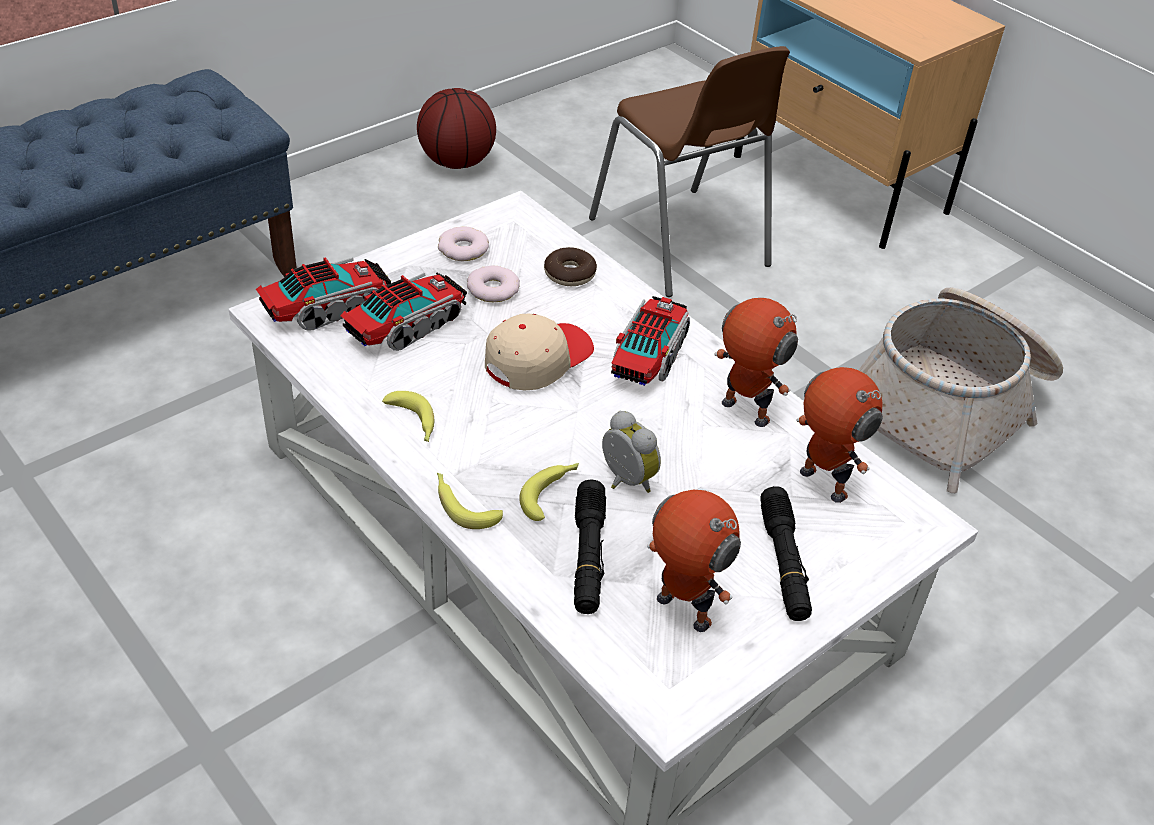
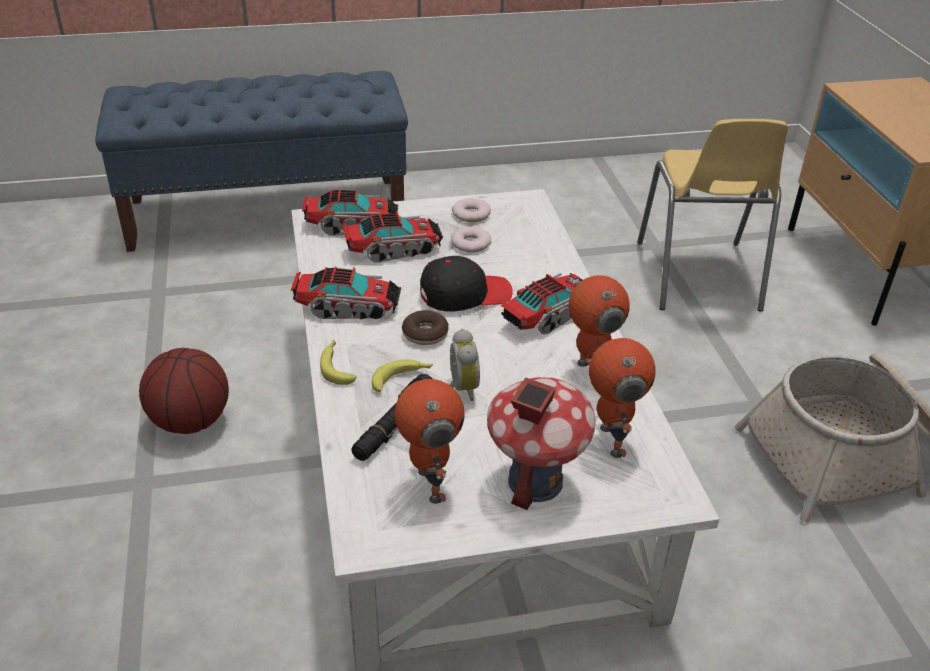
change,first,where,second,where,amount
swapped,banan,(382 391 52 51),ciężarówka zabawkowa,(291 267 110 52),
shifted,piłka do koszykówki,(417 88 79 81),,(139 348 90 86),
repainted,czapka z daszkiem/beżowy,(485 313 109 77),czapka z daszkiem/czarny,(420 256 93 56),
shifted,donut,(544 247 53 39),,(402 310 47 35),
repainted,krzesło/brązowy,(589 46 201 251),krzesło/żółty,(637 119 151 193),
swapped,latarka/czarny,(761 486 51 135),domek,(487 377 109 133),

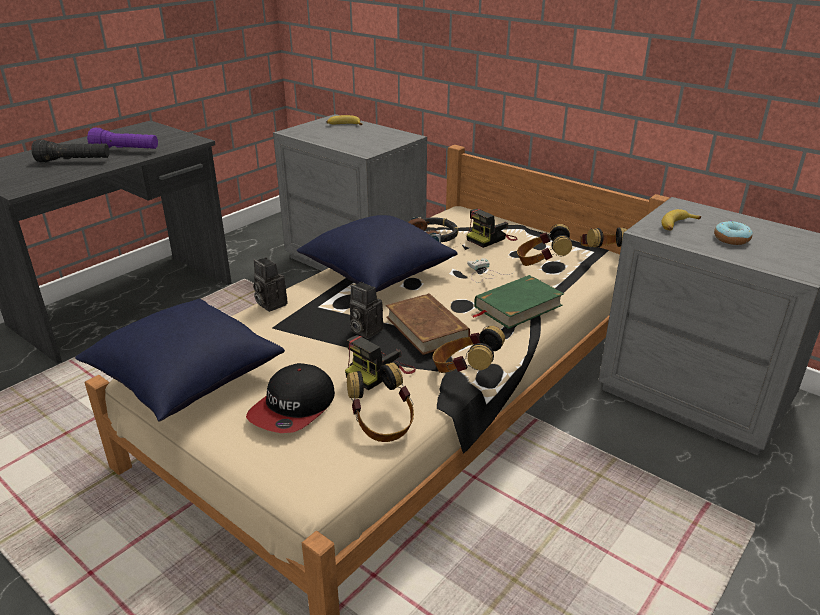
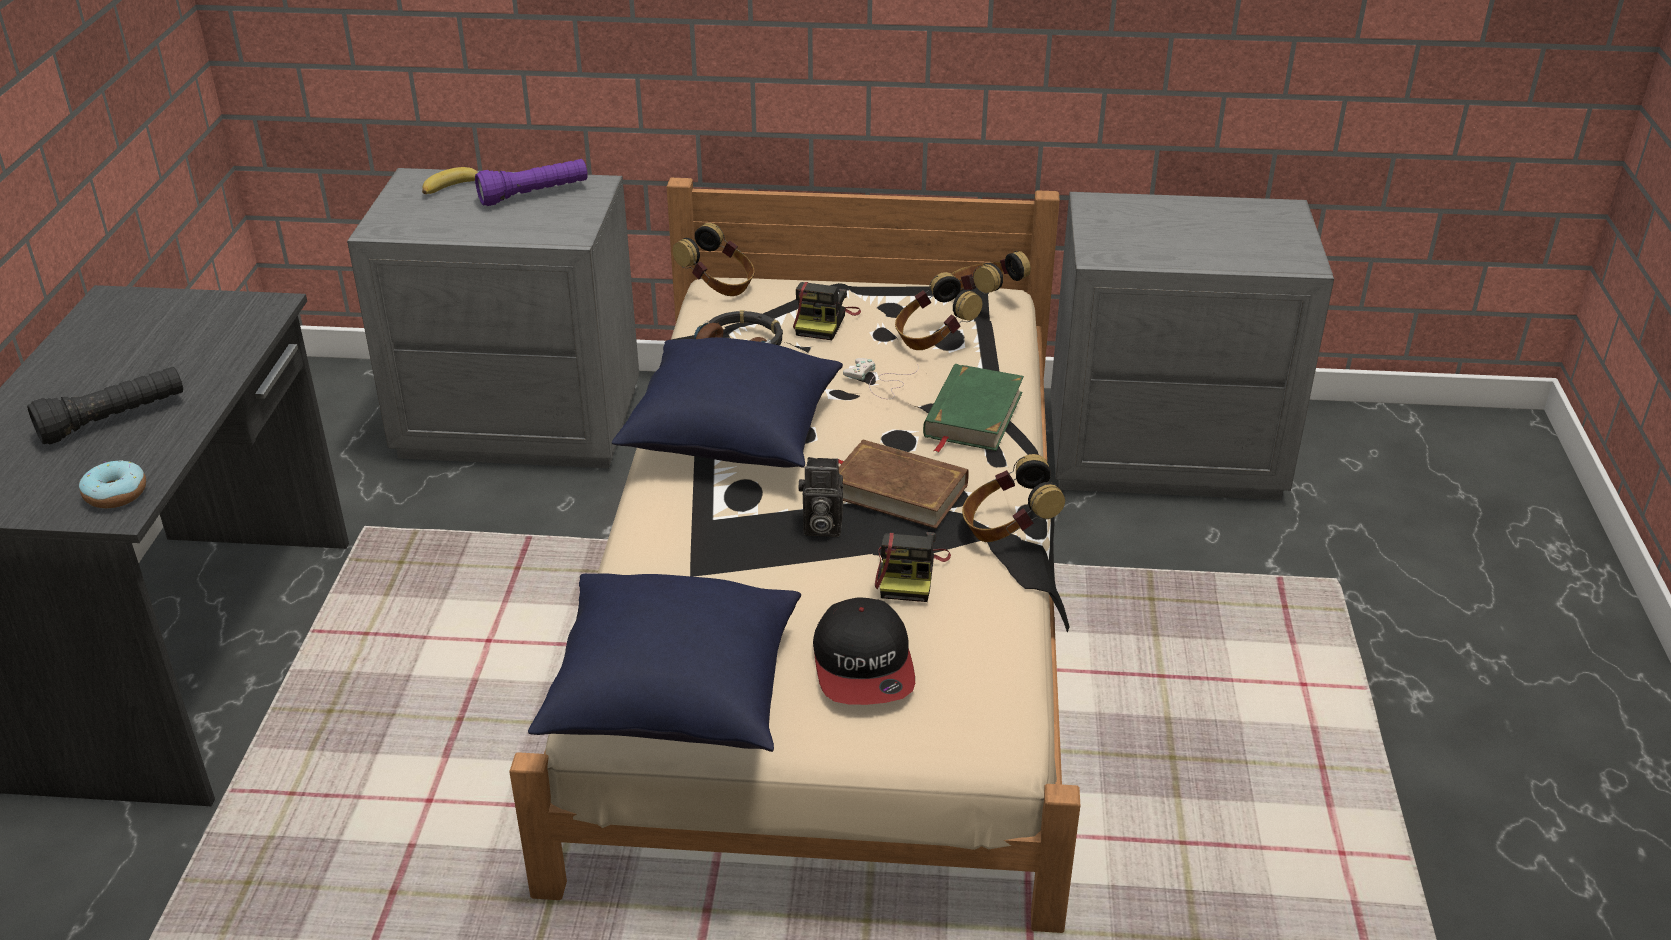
change,first,where,second,where,amount
shifted,latarka/fioletowy,(87 128 71 21),,(475 159 113 47),
gone,aparat fotograficzny,(253 258 35 54),,,
shifted,słuchawki,(347 362 67 80),,(673 223 82 73),
gone,banan,(661 209 40 22),,,
shifted,donut,(714 220 39 25),,(79 460 67 48),

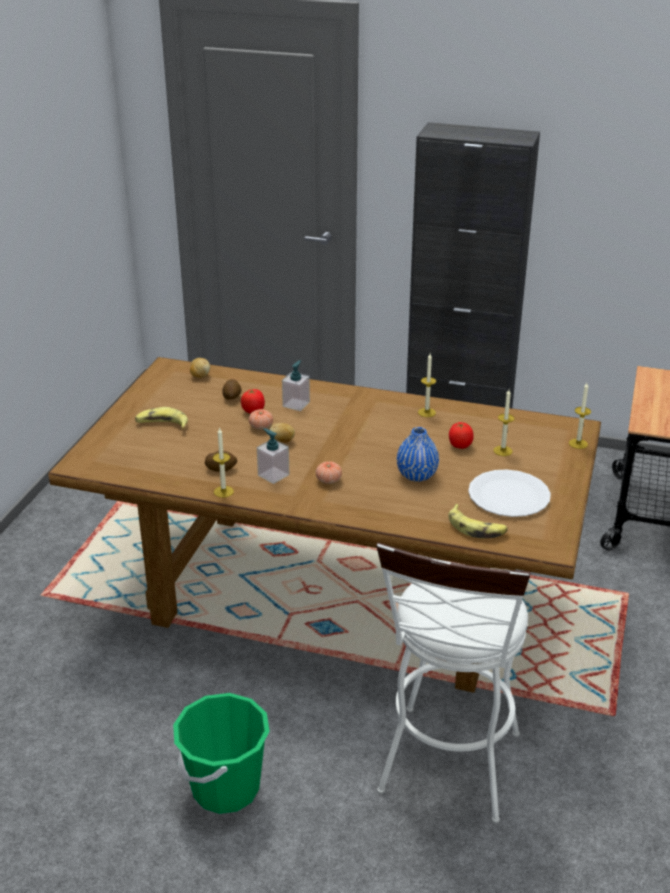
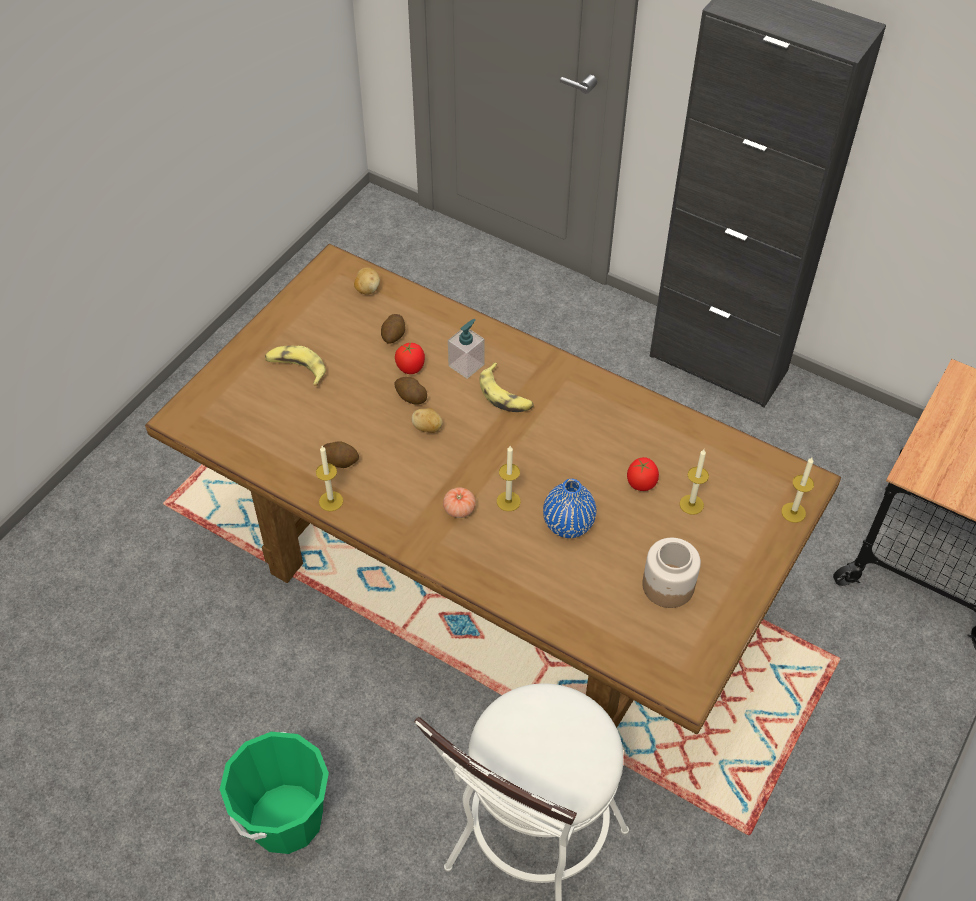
change,first,where,second,where,amount
swapped,pomidor,(249 409 24 21),ziemniak,(395 377 32 28),
gone,dozownik mydła,(257 428 33 56),,,
shifted,świeca,(418 354 18 63),,(497 446 24 65),
shifted,banan,(448 504 60 34),,(479 362 55 50),
swapped,talerz/biały,(468 469 83 48),słoik,(642 538 59 70),

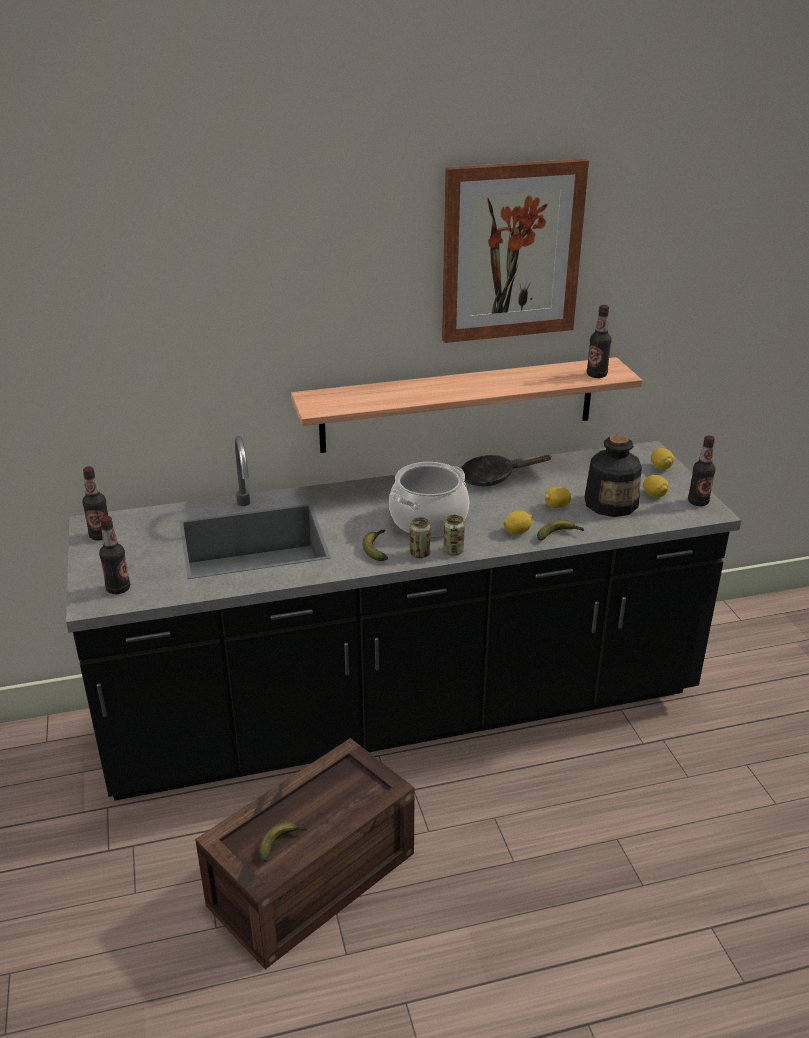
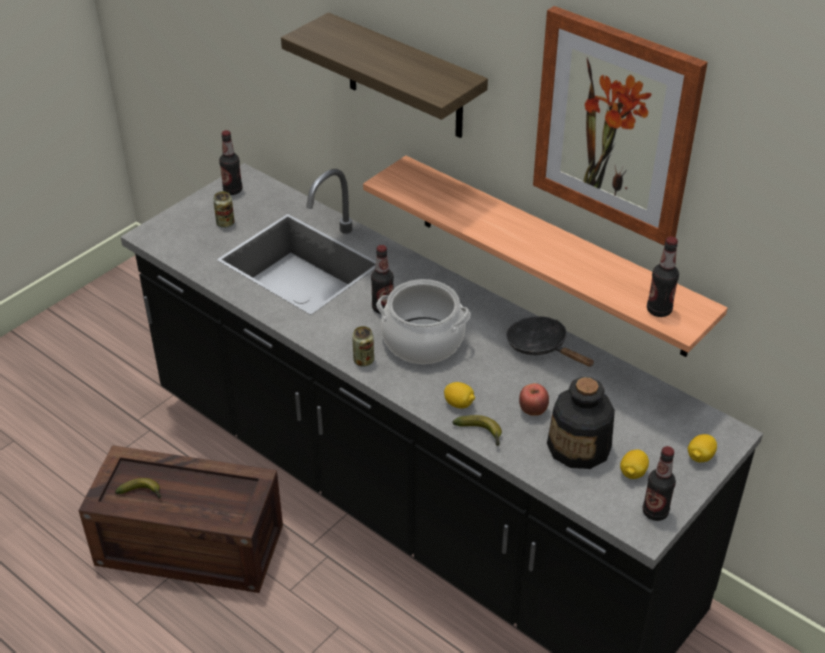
change,first,where,second,where,amount
shifted,butelka,(99 516 31 78),,(371 245 23 69),
gone,banan,(362 530 26 31),,,
shifted,puszka,(443 515 22 41),,(213 191 22 37),
swapped,cytryna,(545 487 27 21),jabłko,(519 383 30 33),
new,,,półka,(281 12 207 126),

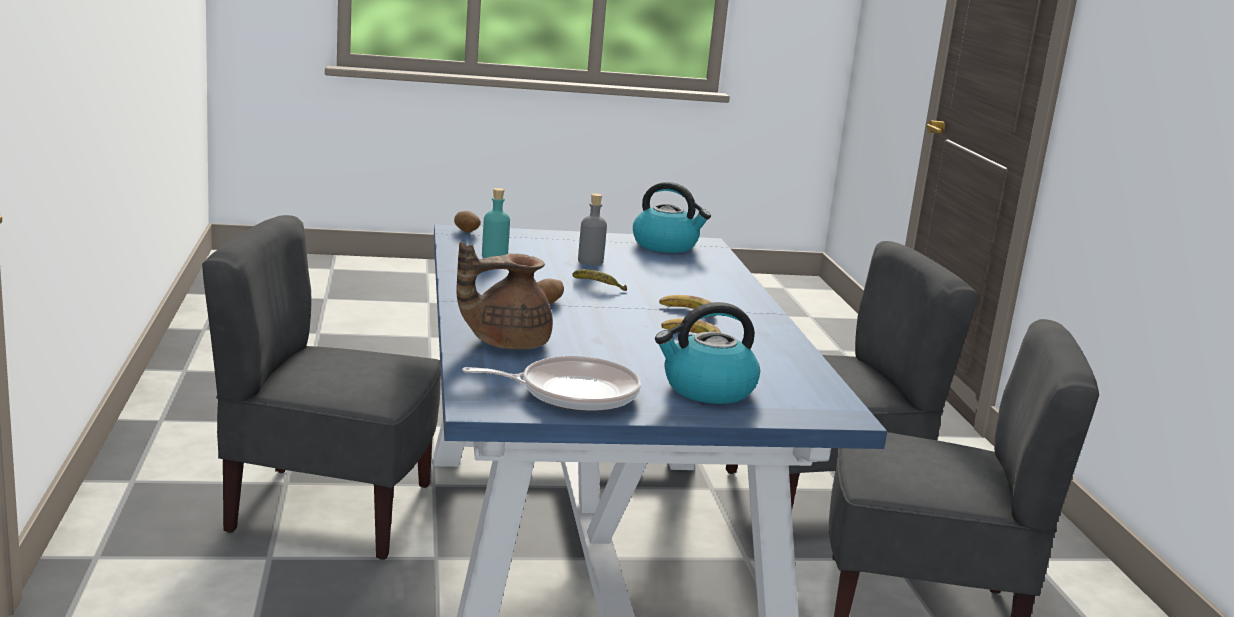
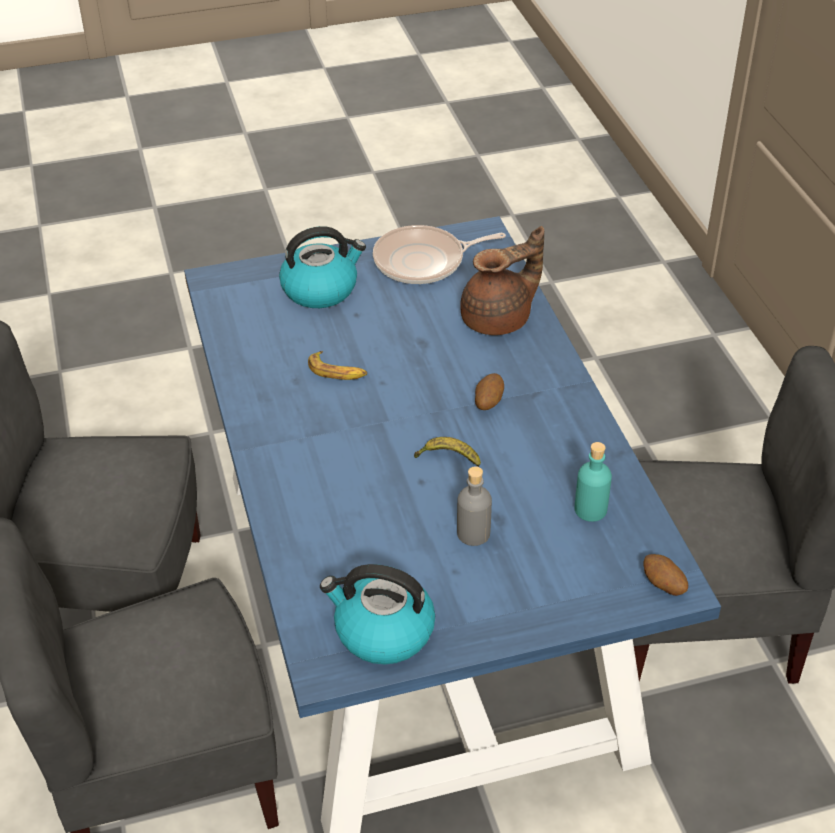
change,first,where,second,where,amount
gone,banan,(659 295 54 22),,,

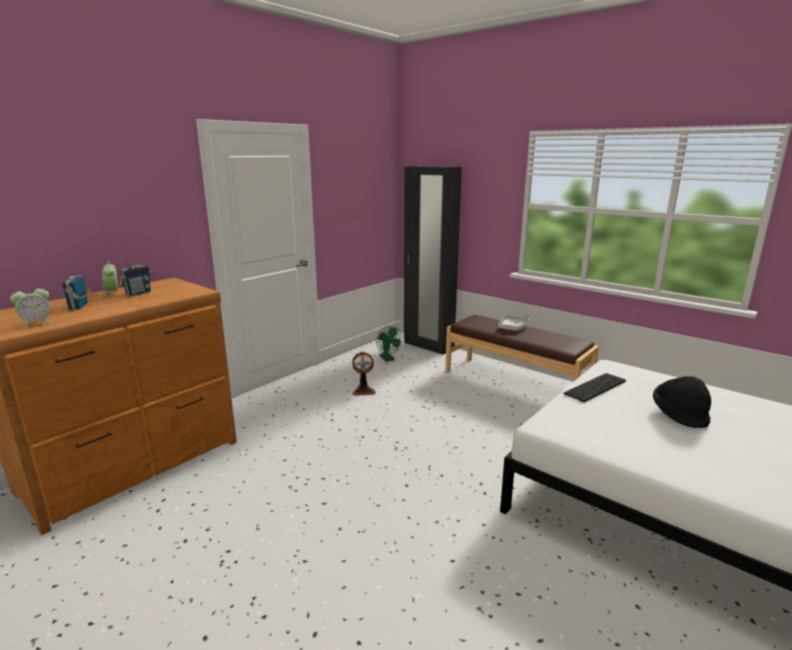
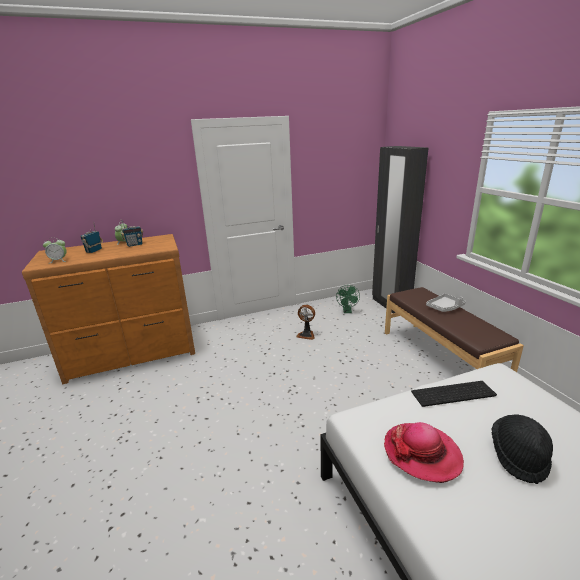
change,first,where,second,where,amount
new,,,kapelusz,(384 422 80 61),

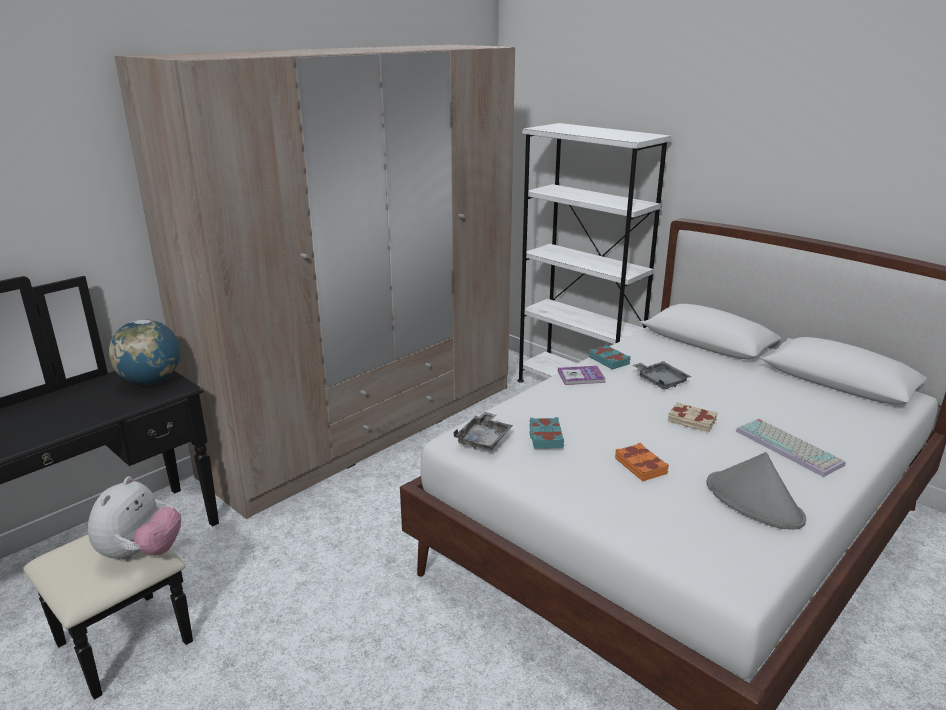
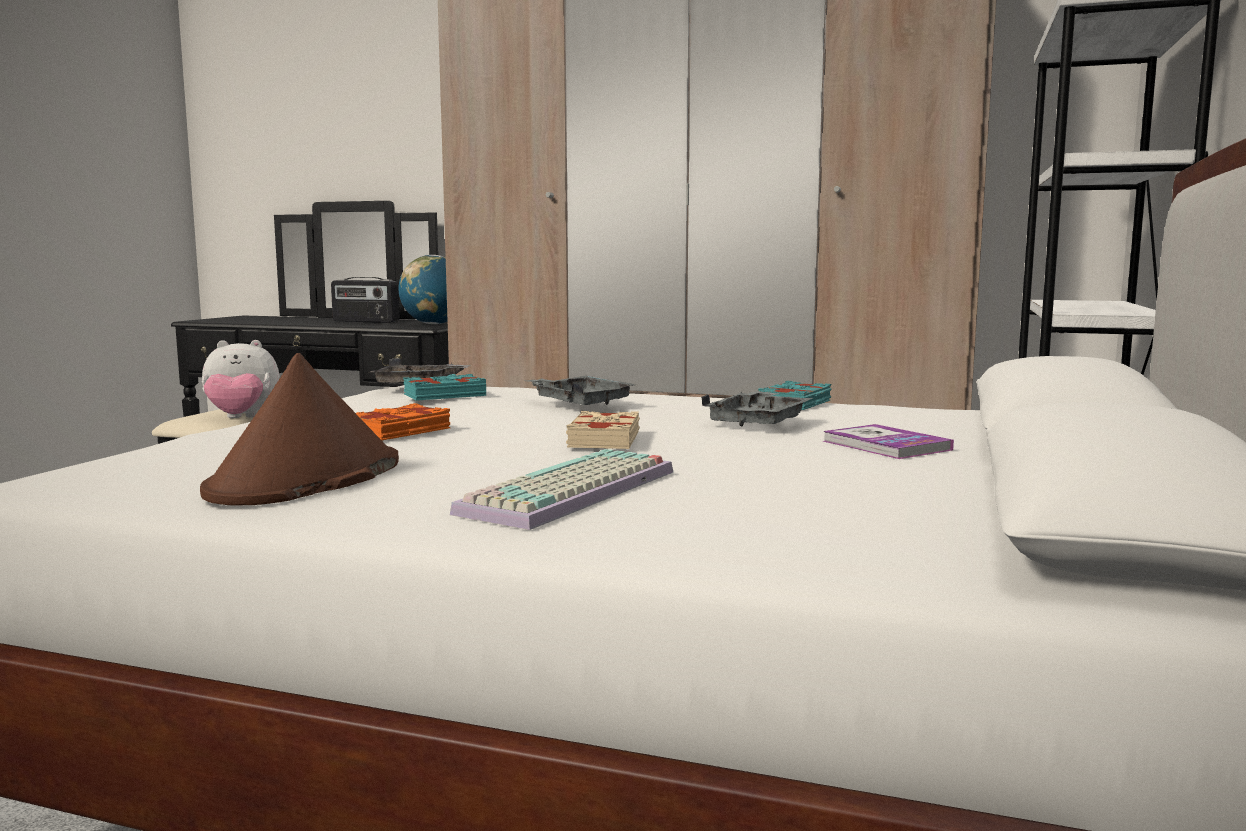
change,first,where,second,where,amount
shifted,książka,(558 366 48 19),,(823 424 131 35),
repainted,kapelusz/szary,(706 452 100 78),kapelusz/brązowy,(200 353 199 153),
new,,,radio,(331 277 69 46),
new,,,taca/szary,(523 376 112 29),

